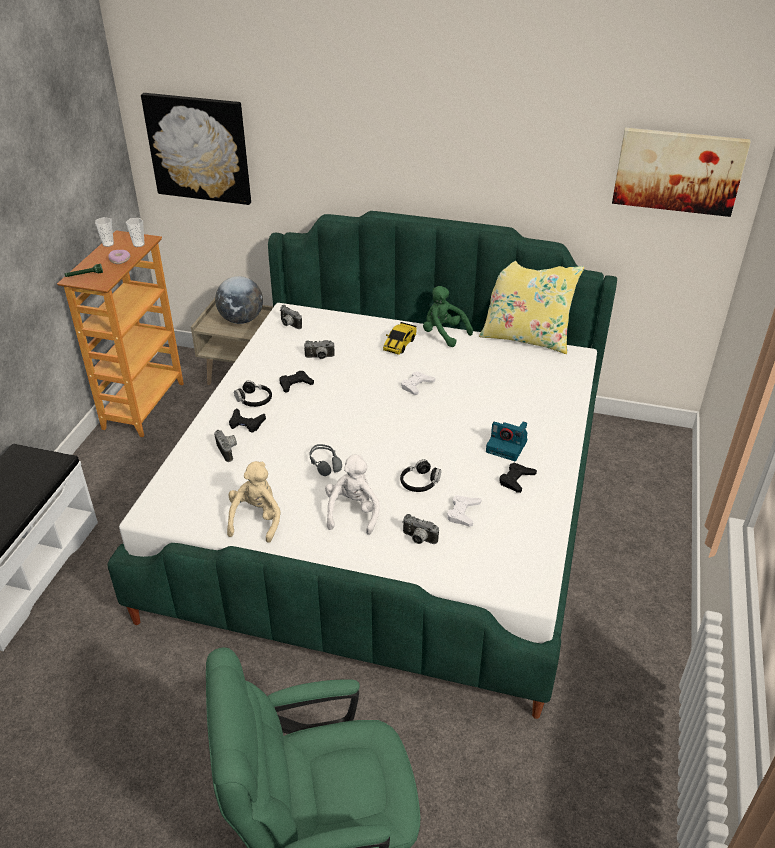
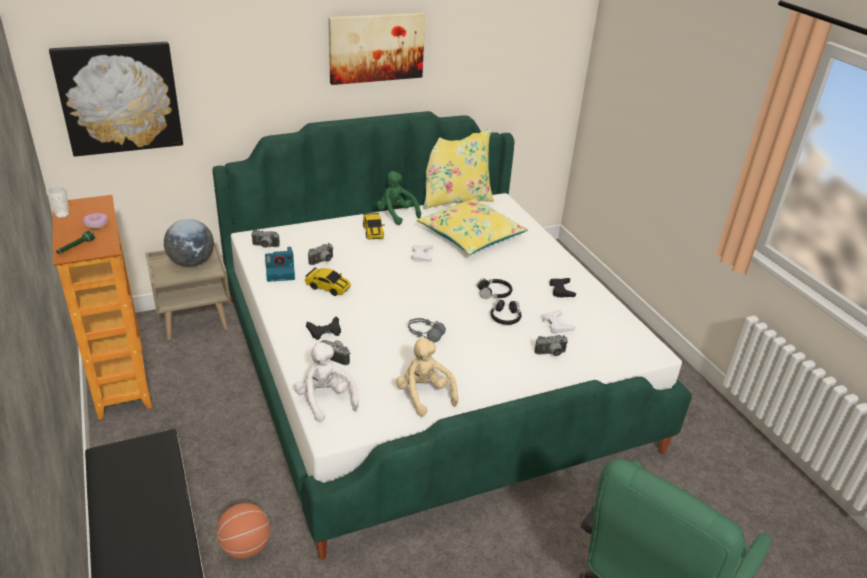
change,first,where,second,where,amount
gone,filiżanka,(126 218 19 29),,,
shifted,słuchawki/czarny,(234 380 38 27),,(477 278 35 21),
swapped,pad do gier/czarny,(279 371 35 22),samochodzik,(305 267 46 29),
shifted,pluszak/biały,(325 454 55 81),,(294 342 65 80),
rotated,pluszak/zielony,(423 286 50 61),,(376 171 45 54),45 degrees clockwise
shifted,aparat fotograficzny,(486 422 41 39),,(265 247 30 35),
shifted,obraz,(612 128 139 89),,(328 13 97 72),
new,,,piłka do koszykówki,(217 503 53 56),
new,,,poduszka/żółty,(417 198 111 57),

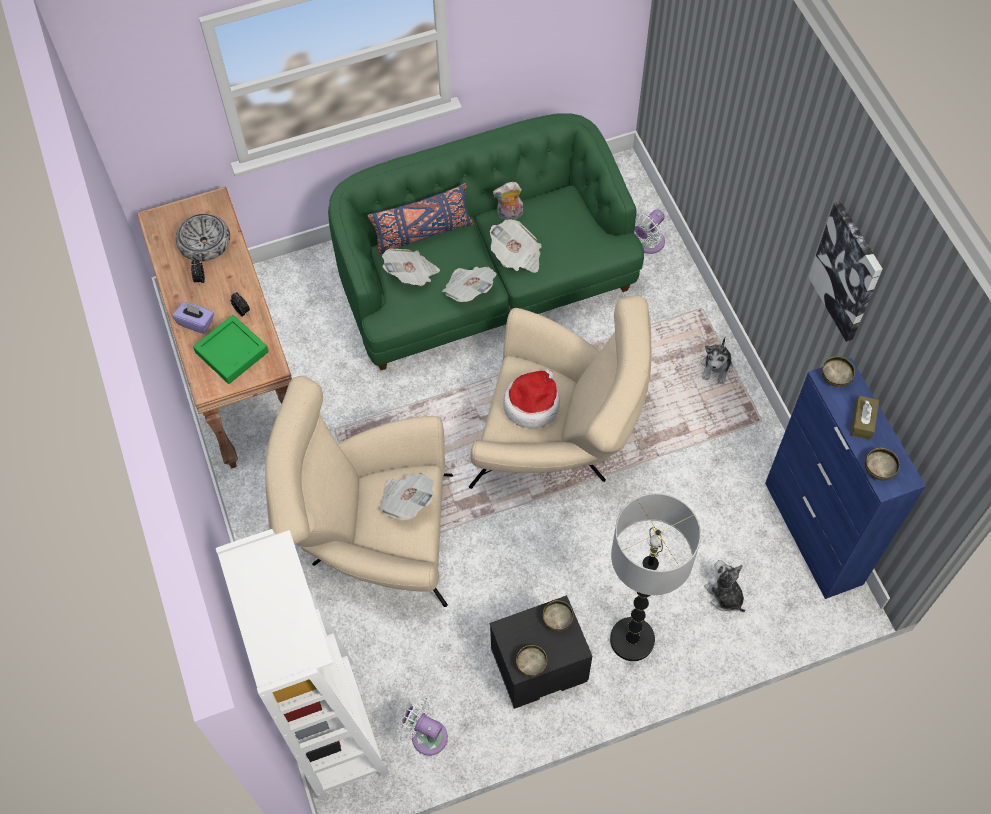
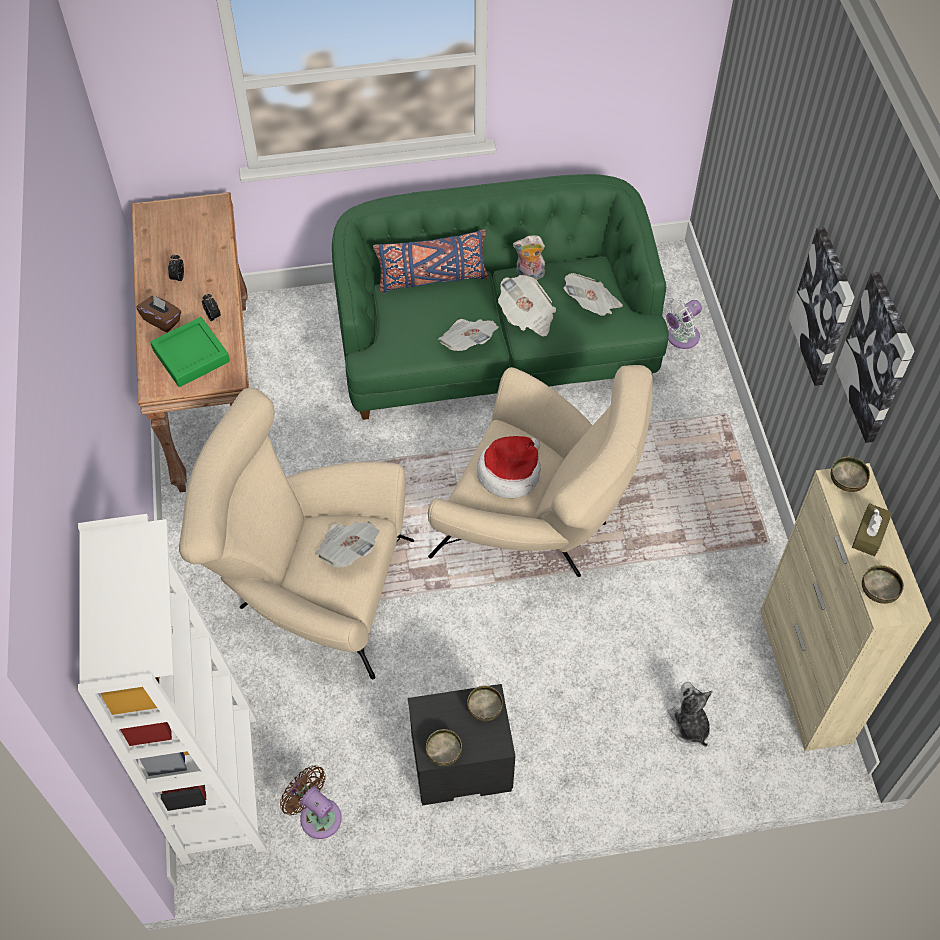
change,first,where,second,where,amount
repainted,pudełko chusteczek/fioletowy,(172 302 42 32),pudełko chusteczek/brązowy,(136 295 45 37),
gone,miska,(176 214 54 48),,,
shifted,gazeta,(382 248 58 38),,(563 273 60 43),
repainted,wentylator/biały,(397 695 51 61),wentylator/brązowy,(280 766 62 73),
gone,lampa stojąca,(610 493 91 168),,,
gone,pluszak,(702 337 31 47),,,
repainted,szafka/niebieski,(765 358 161 241),szafka/beżowy,(760 463 171 288),
new,,,obraz,(789 227 65 159),

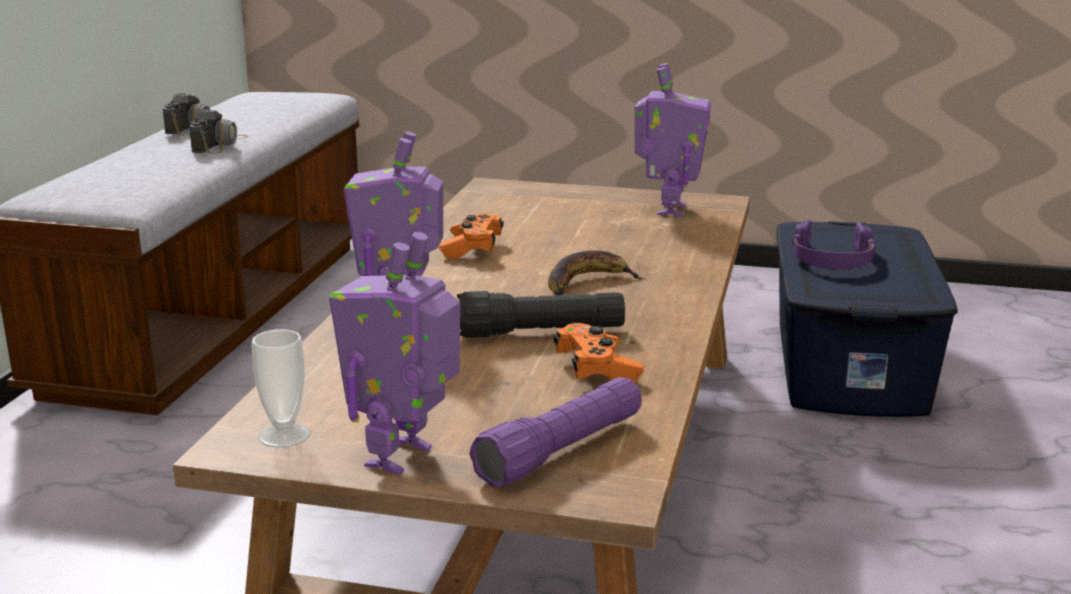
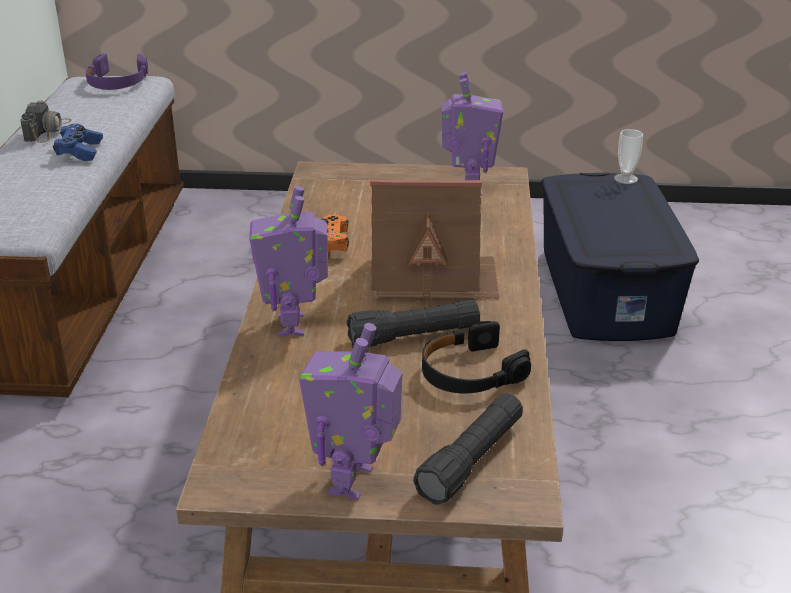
change,first,where,second,where,amount
swapped,aparat fotograficzny,(189 109 59 45),pad do gier/niebieski,(53 124 50 37),
shifted,filiżanka,(252 329 58 119),,(614 129 29 55),
repainted,latarka/fioletowy,(469 377 173 110),latarka/czarny,(413 393 110 112),
swapped,banan,(548 250 97 45),domek,(370 179 129 125),
swapped,pad do gier/pomarańczowy,(554 323 90 60),słuchawki/czarny,(422 321 109 72),
shifted,słuchawki/fioletowy,(792 219 84 51),,(86 53 62 37),

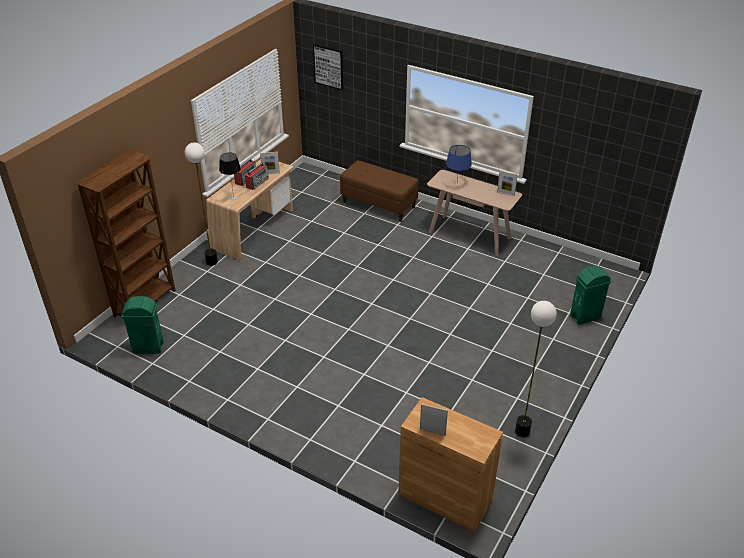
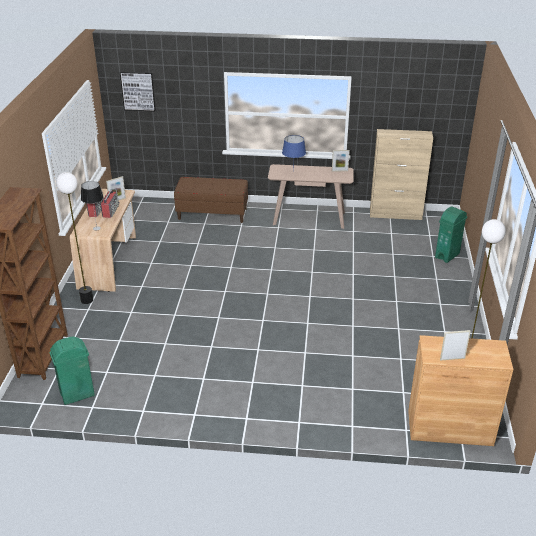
change,first,where,second,where,amount
new,,,szafka/beżowy,(370 129 63 91),

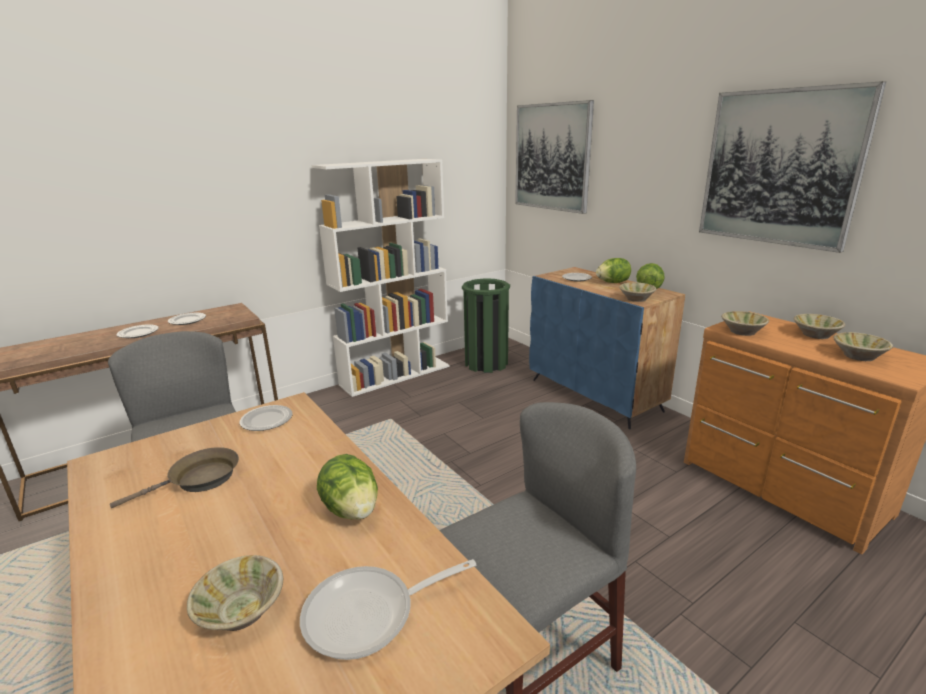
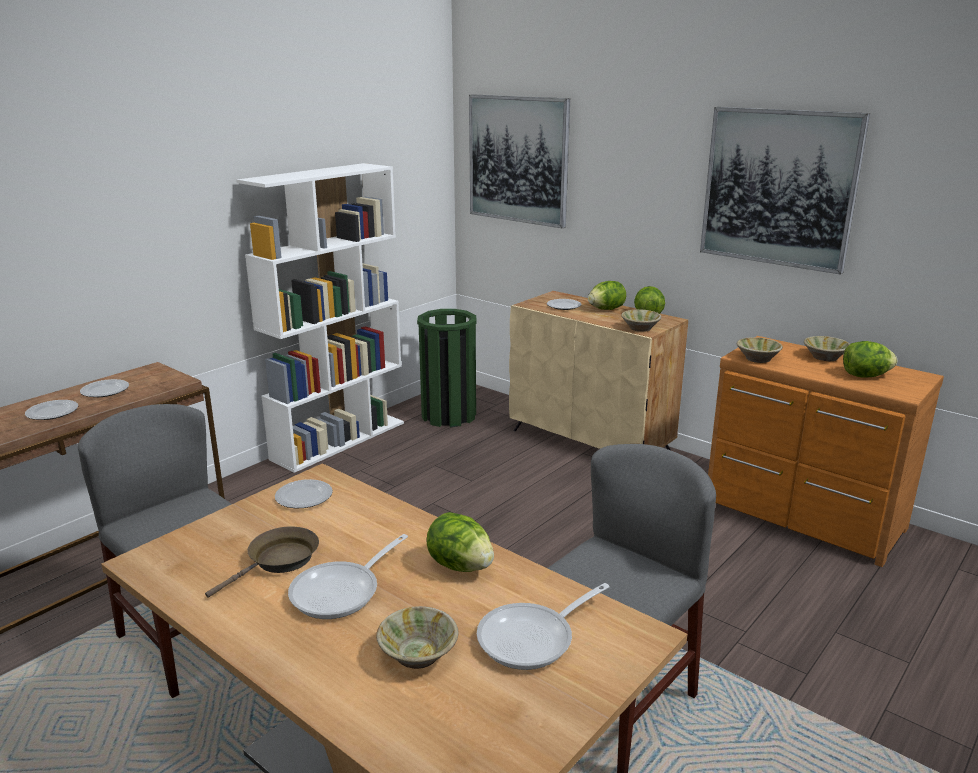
change,first,where,second,where,amount
repainted,szafka/niebieski,(529 267 156 162),szafka/beżowy,(509 291 179 159),
swapped,miska/beżowy,(833 332 60 29),sałata,(843 341 54 37),
new,,,patelnia,(288 534 120 85),

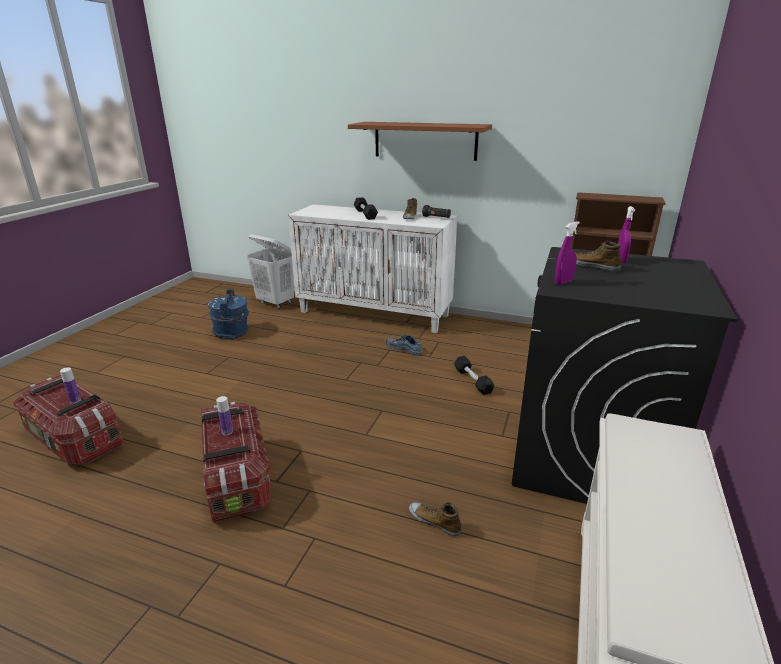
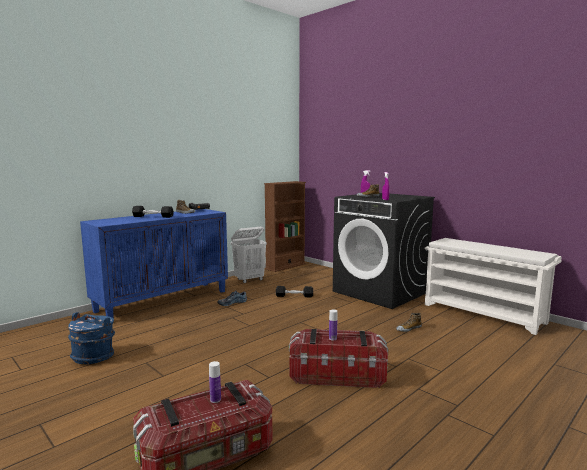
change,first,where,second,where,amount
shifted,kosz na pranie/biały,(246 234 48 75),,(231 227 36 56),
repainted,szafka/biały,(288 204 169 129),szafka/niebieski,(80 209 148 109),
gone,półka/brązowy,(348 122 144 39),,,

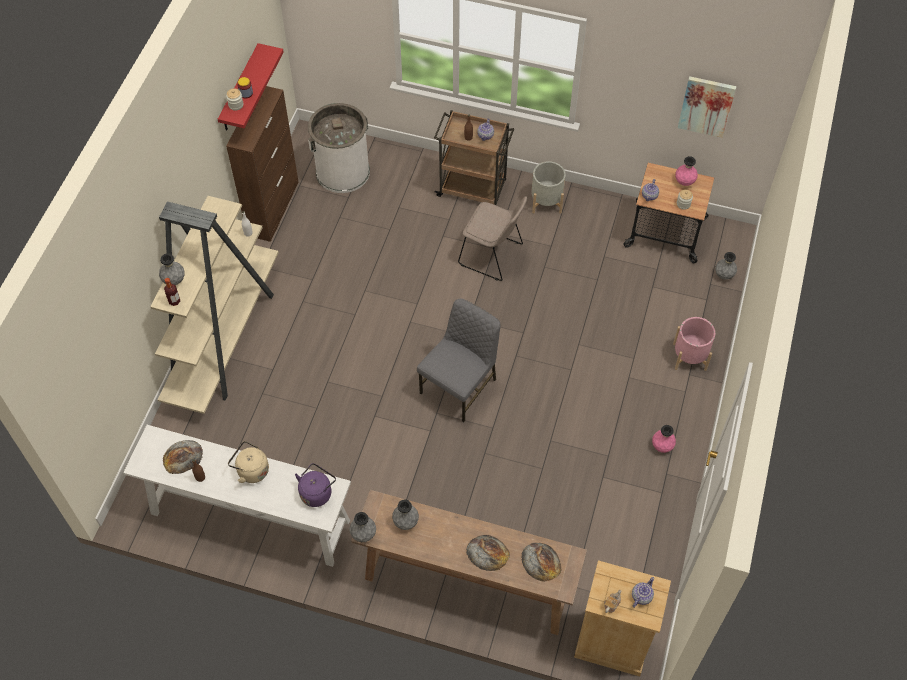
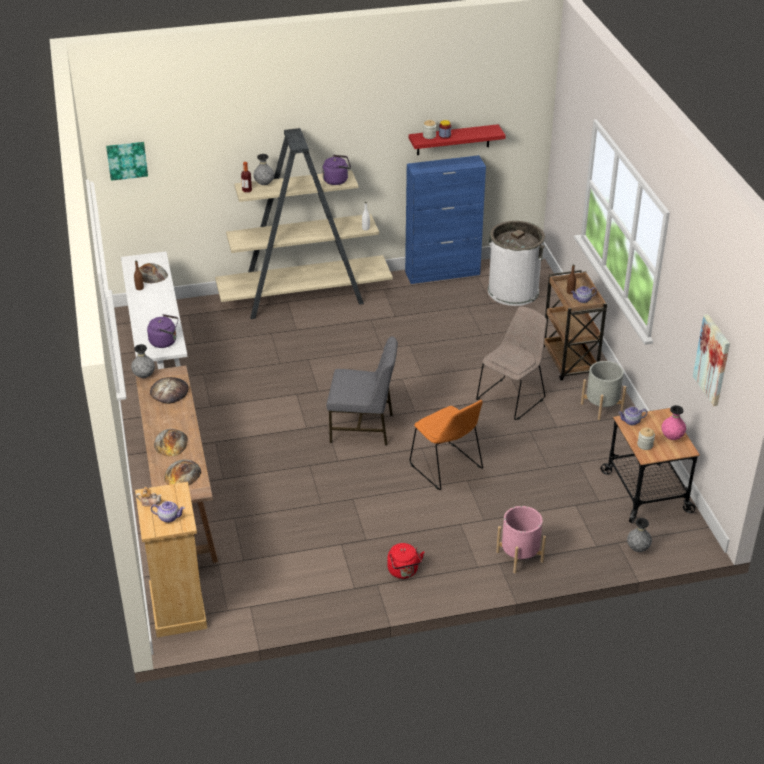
change,first,where,second,where,amount
repainted,szafka/brązowy,(226 86 72 156),szafka/niebieski,(405 155 81 129),
gone,czajnik/beżowy,(228 441 41 42),,,
swapped,wazon/szary,(392 500 27 30),chleb,(150 377 38 27),
rotated,krzesło/beżowy,(458 196 69 85),,(476 307 71 113),135 degrees counterclockwise
swapped,wazon/różowy,(652 425 24 28),czajnik/czerwony,(387 543 37 36),
new,,,obraz,(106 142 42 39),
new,,,czajnik/fioletowy,(322 155 29 30),
new,,,krzesło/pomarańczowy,(410 400 73 90),

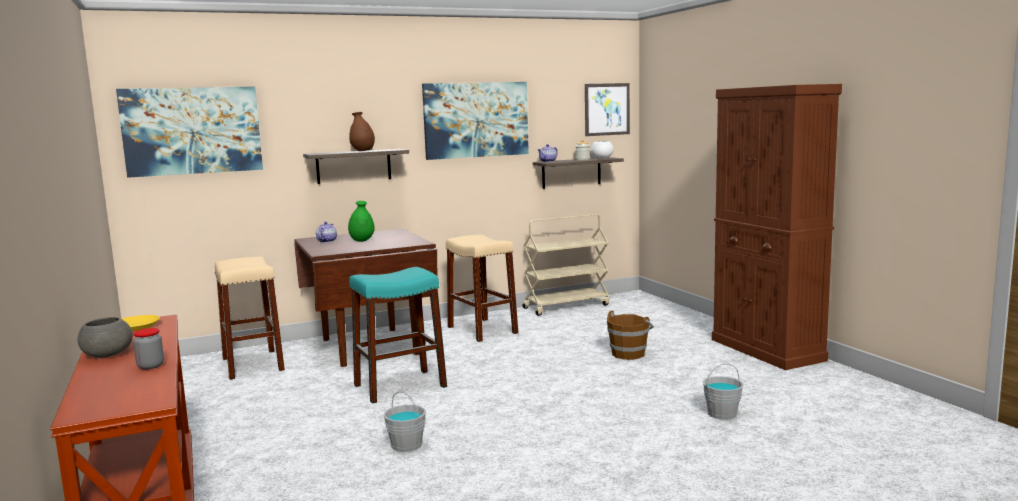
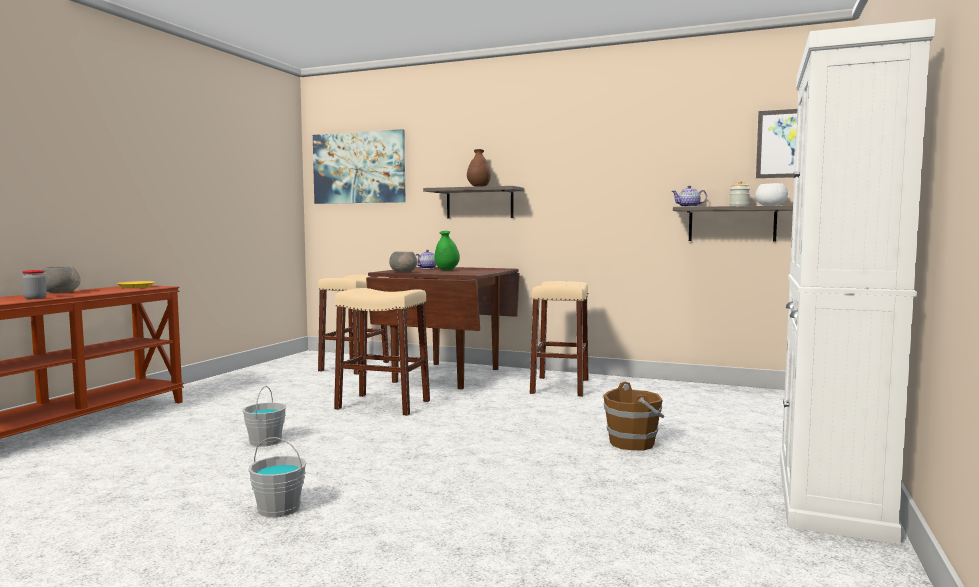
change,first,where,second,where,amount
repainted,stołek/turkusowy,(349 267 98 136),stołek/beżowy,(334 288 96 128),
gone,obraz,(422 82 107 78),,,
gone,wózek/beżowy,(522 214 88 102),,,
shifted,wiadro/szary,(703 364 41 56),,(248 437 58 81),
repainted,szafka/brązowy,(712 84 130 286),szafka/biały,(780 19 156 525),
new,,,miska/szary,(389 252 28 20),

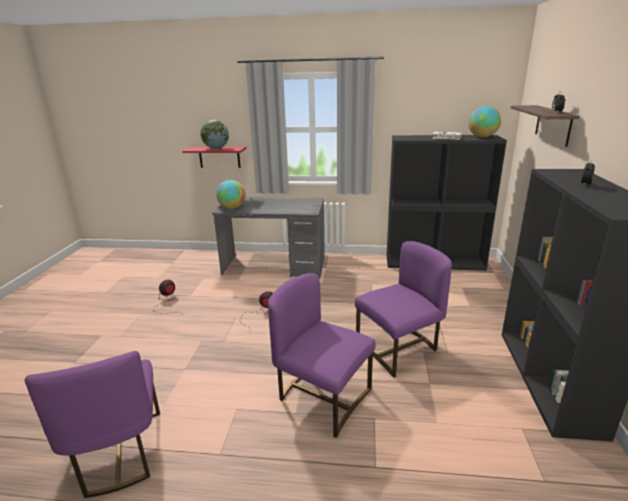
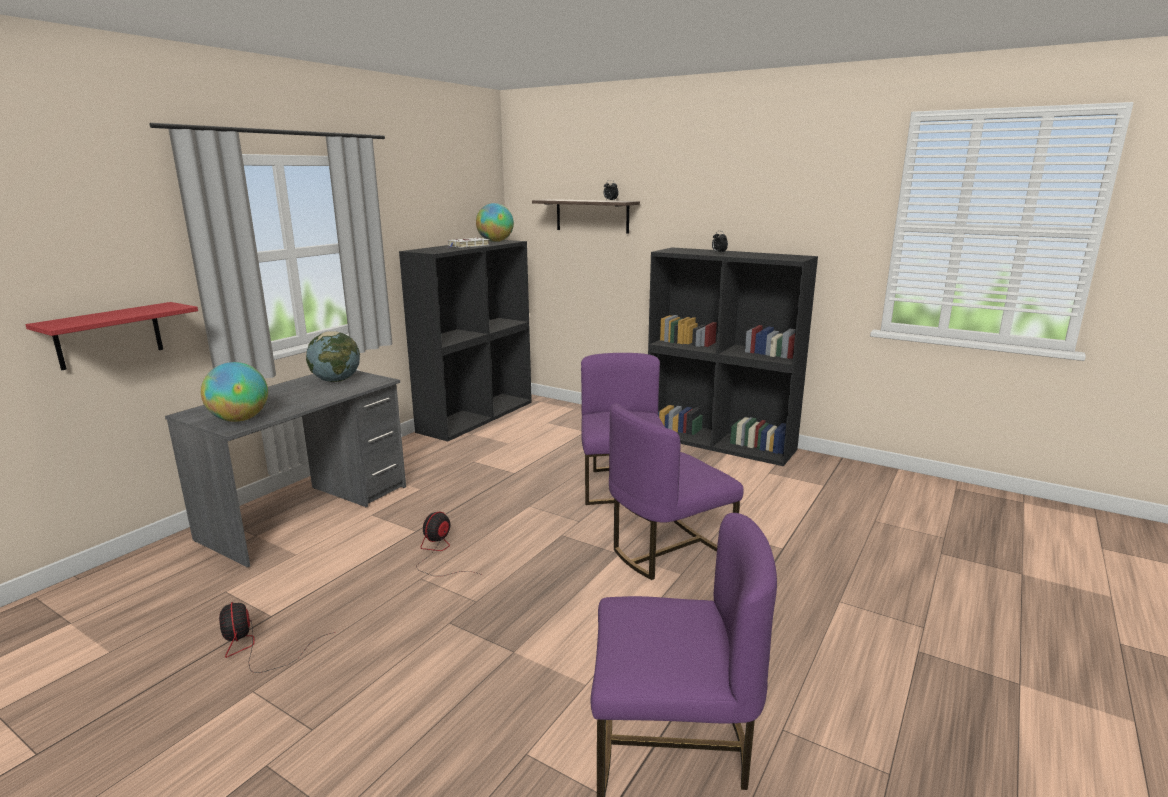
change,first,where,second,where,amount
shifted,globus,(200 120 29 29),,(306 331 54 51),

